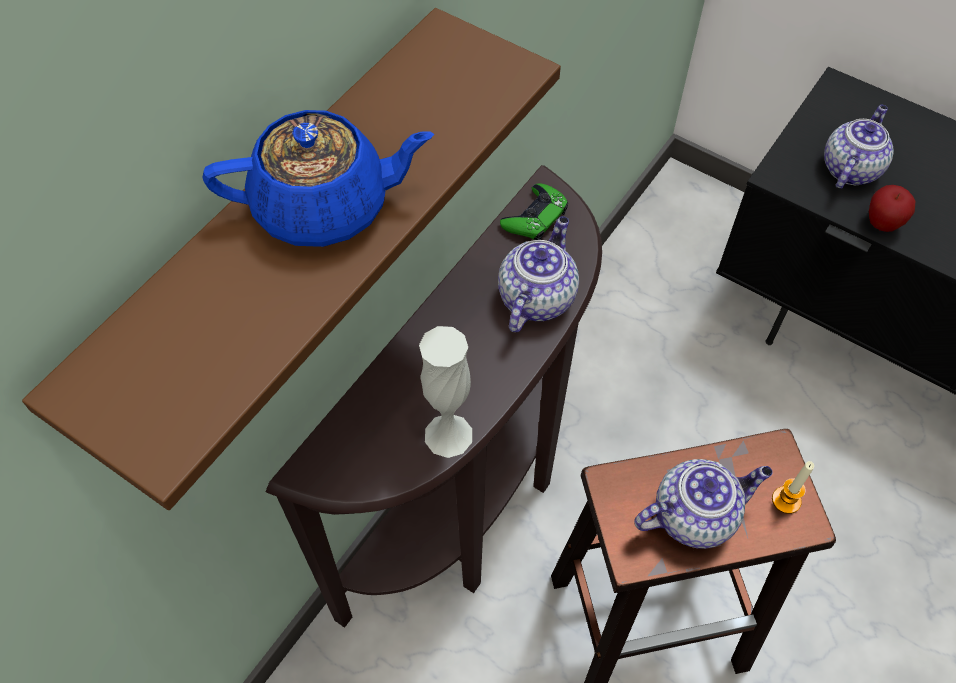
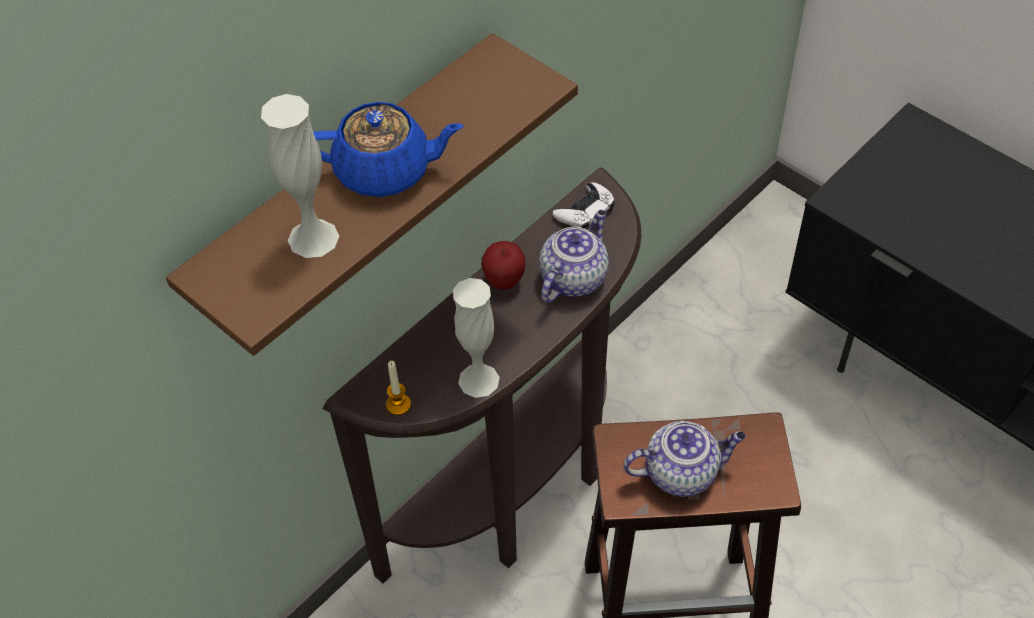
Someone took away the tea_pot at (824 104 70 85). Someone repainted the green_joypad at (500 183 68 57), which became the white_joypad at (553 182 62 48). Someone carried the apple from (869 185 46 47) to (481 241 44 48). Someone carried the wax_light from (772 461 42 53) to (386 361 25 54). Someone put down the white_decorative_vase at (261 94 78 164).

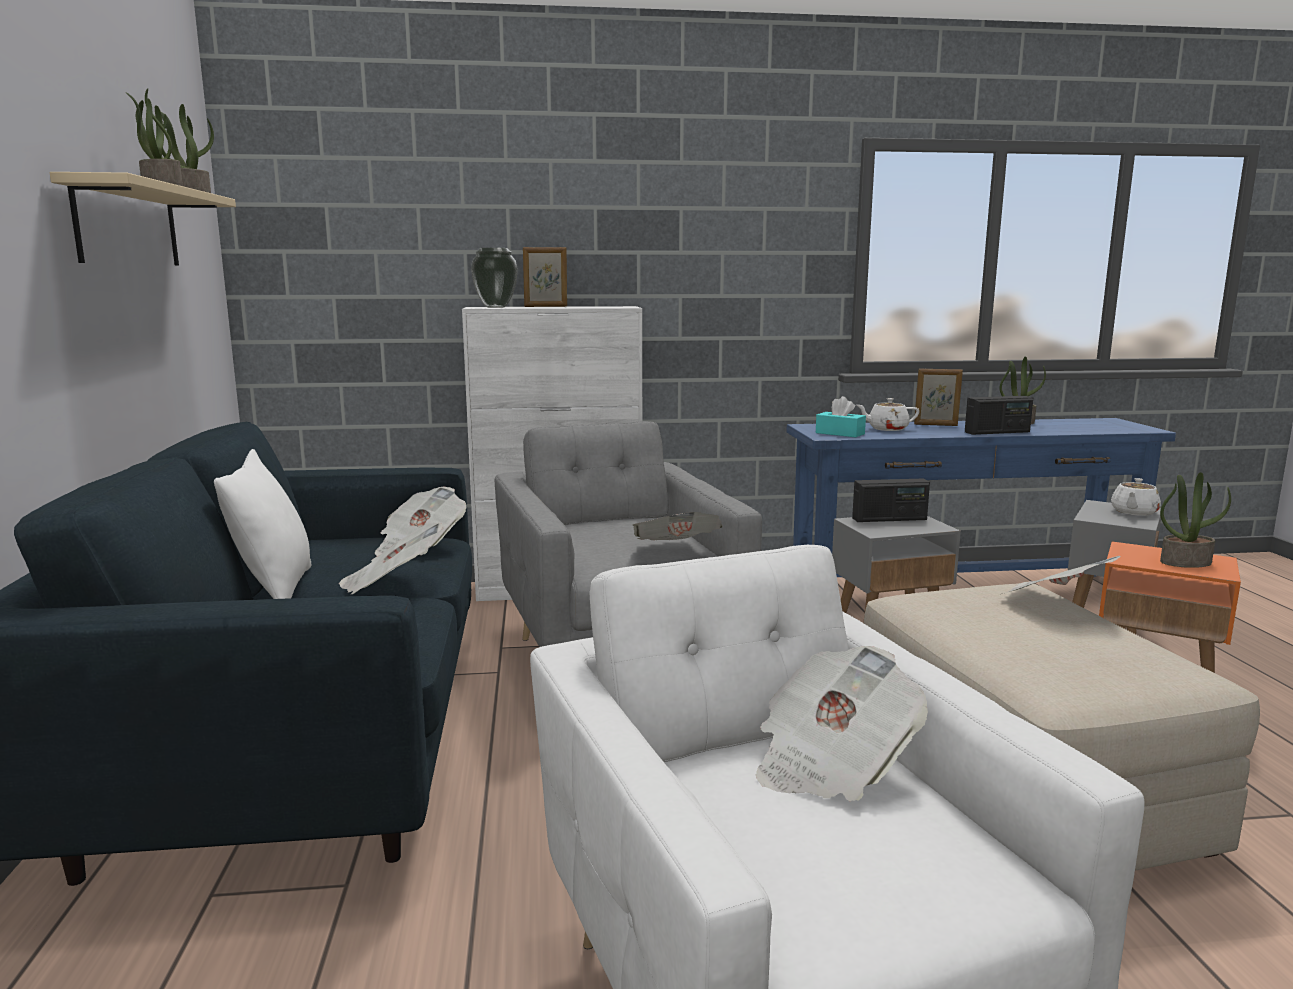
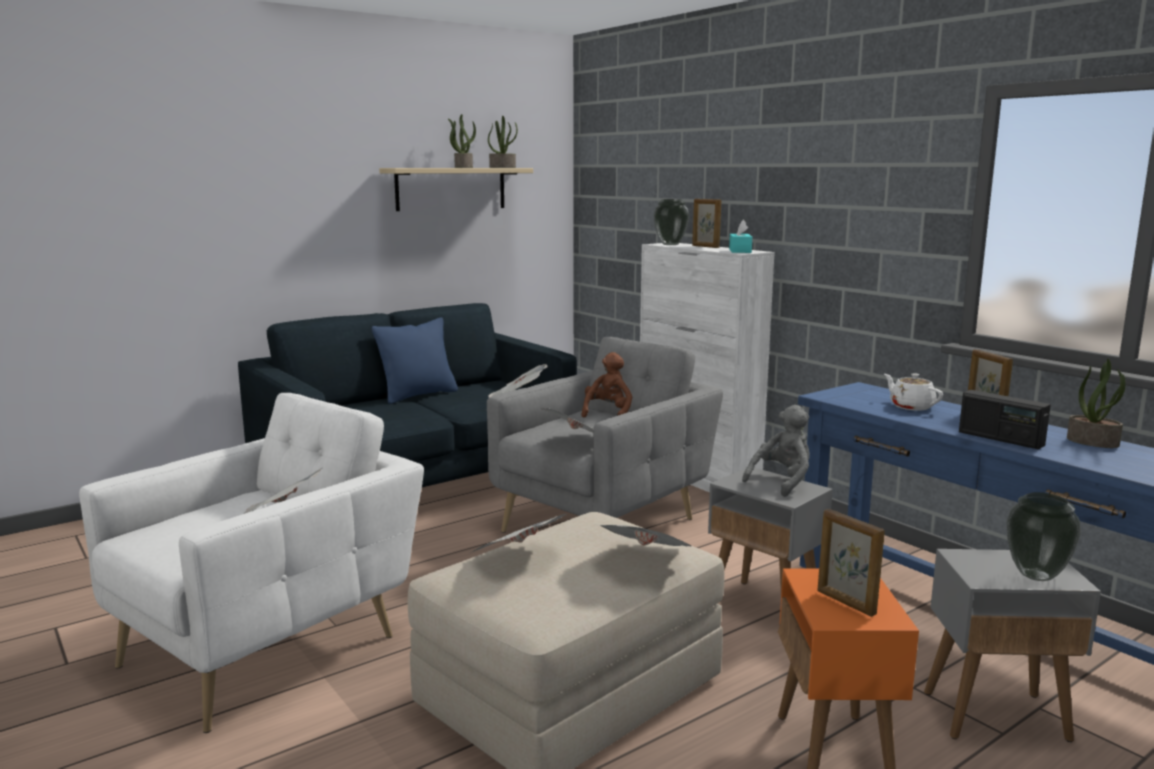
Someone carried the blue-green_box_of_tissues from (816 396 50 41) to (729 220 23 33). Someone repainted the white_cushion at (214 449 97 150), which became the blue_cushion at (372 317 86 87). Someone swapped the potted_plant at (1160 472 71 96) for the standing_frame at (817 509 68 108). Someone swapped the white_tea_pot at (1111 478 50 38) for the decorative_vase at (1006 492 75 89). Someone swapped the radio at (852 479 78 43) for the greyish_soft_toy at (742 405 68 92). Someone carried the newspaper from (339 523 104 72) to (470 514 97 39). Someone put down the brownish_soft_toy at (581 352 51 66).

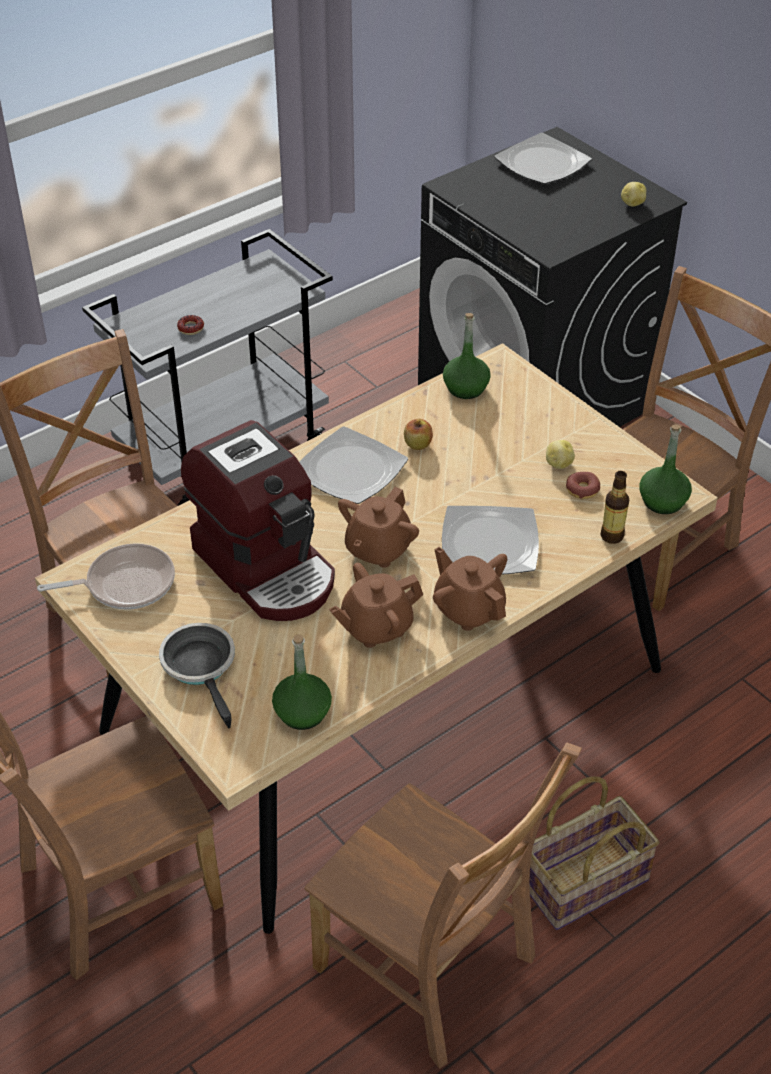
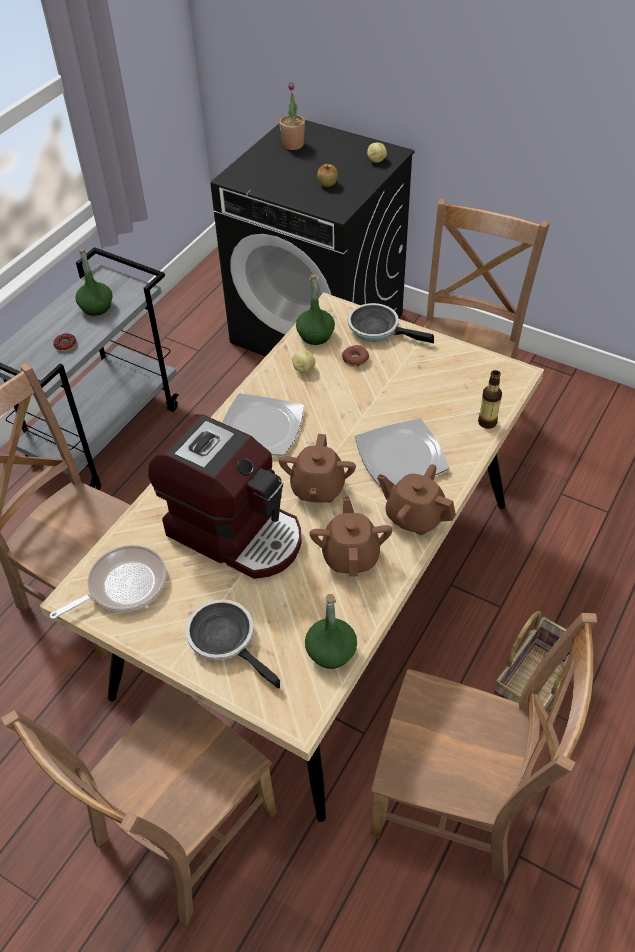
Someone swapped the flat_dish at (494 133 98 51) for the potted_plant at (279 82 26 68). Someone carried the apple from (404 419 29 31) to (317 164 21 23). Someone carried the green_drink_bottle from (639 424 53 90) to (75 248 38 68). Someone carried the whole_potato from (546 440 29 29) to (292 350 23 23). Someone carried the ring_doughnut from (566 472 34 27) to (342 345 27 22). Someone rotated the brownish_tea_pot at (329 563 94 85) by 135 degrees clockwise. Someone put down the skillet at (348 303 86 40).

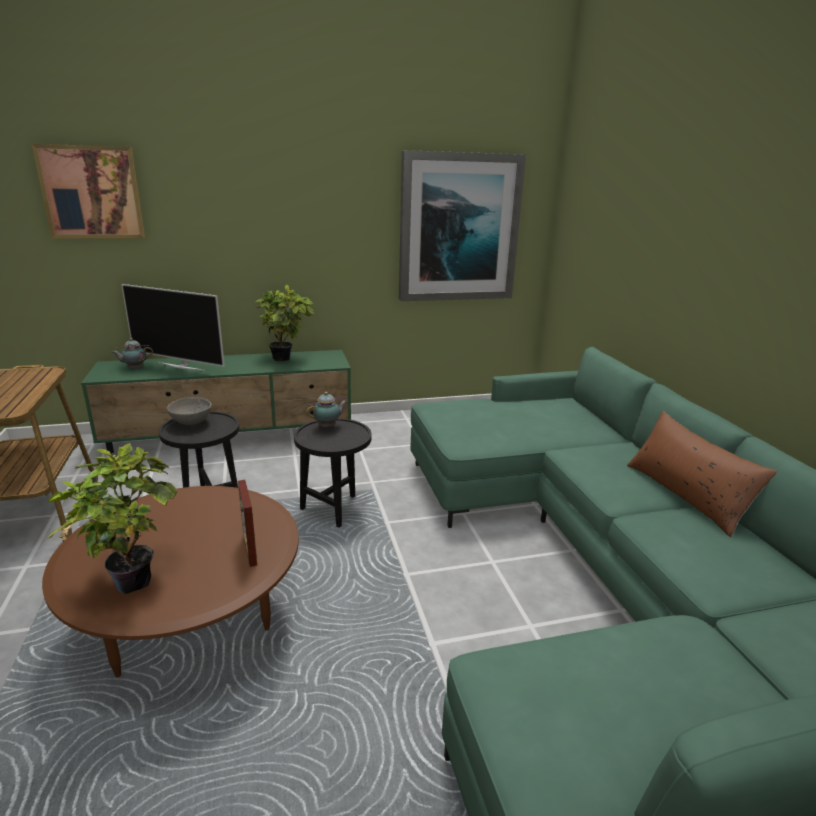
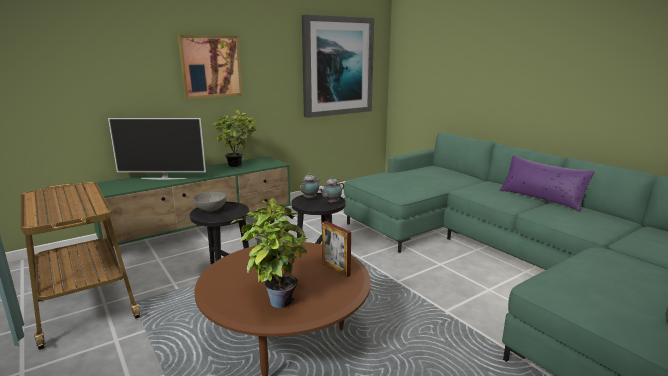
Someone carried the picture from (32 144 113 94) to (178 35 64 64). Someone carried the tea_pot from (111 338 42 31) to (319 176 25 27). Someone repainted the brownish_cushion at (627 411 150 126), which became the purple_cushion at (499 155 96 57).

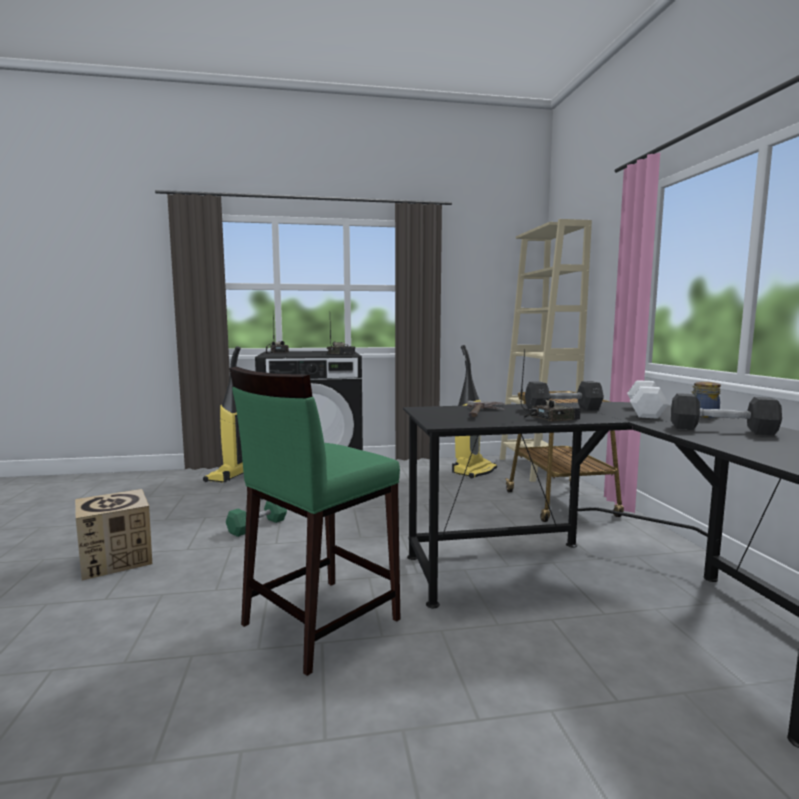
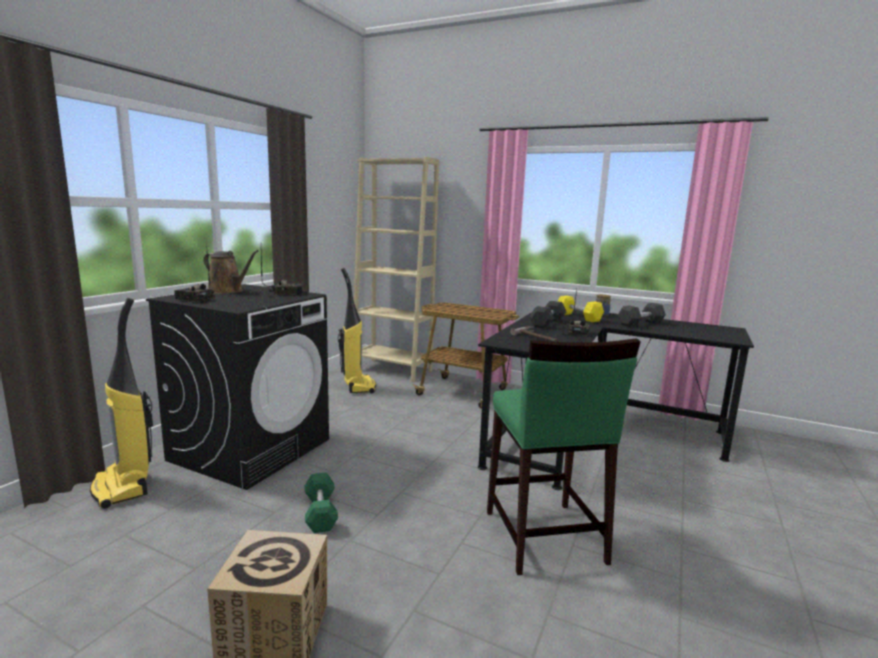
Someone repainted the white_hand_weight at (627 380 42 39), which became the yellow-coloured_hand_weight at (558 296 46 26). Someone put down the brownish_watering_pot at (203 250 56 44).

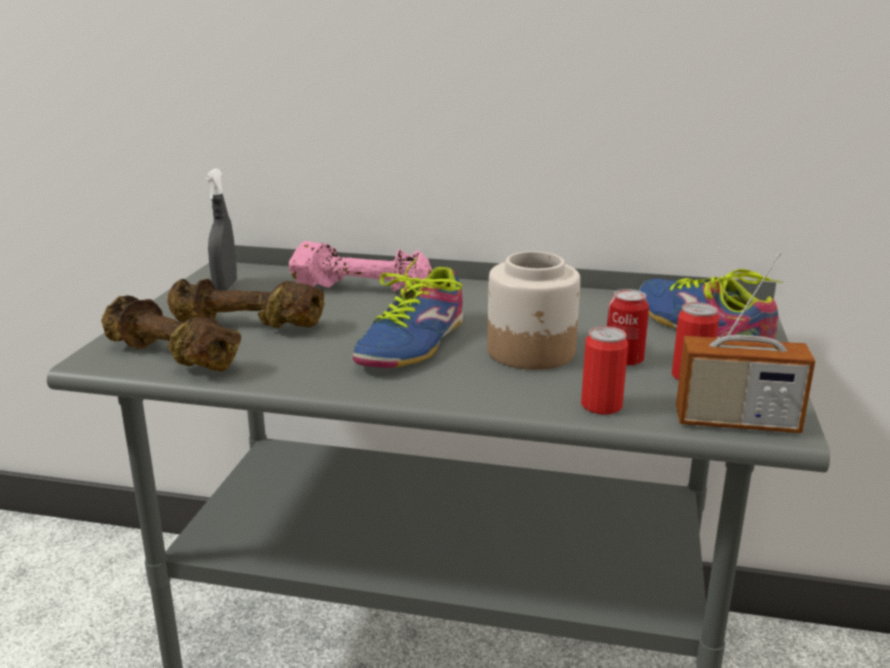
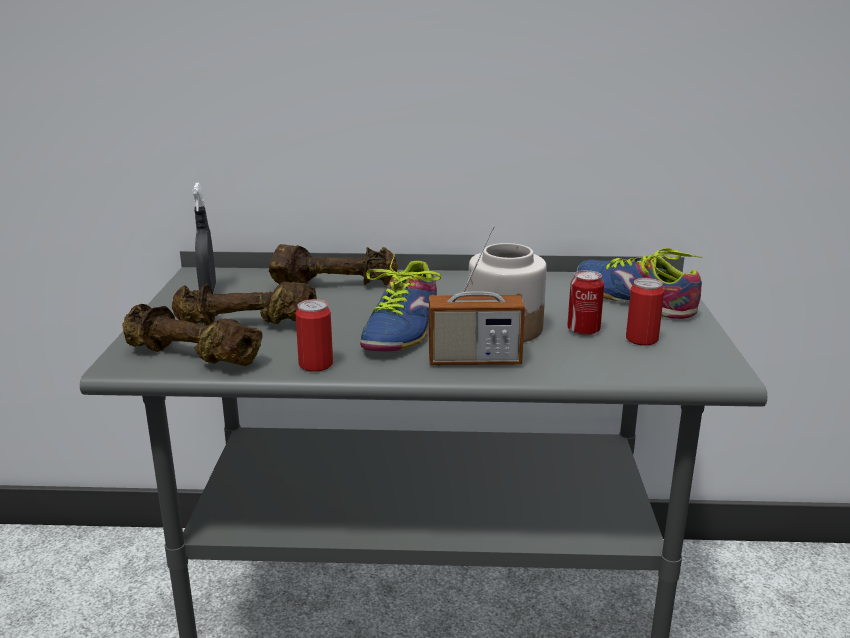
Someone repainted the pink_hand_weight at (289 241 143 50), which became the brownish_hand_weight at (269 244 129 41). Someone carried the radio from (676 252 139 181) to (429 225 96 140). Someone carried the can from (581 326 47 89) to (295 299 38 73).

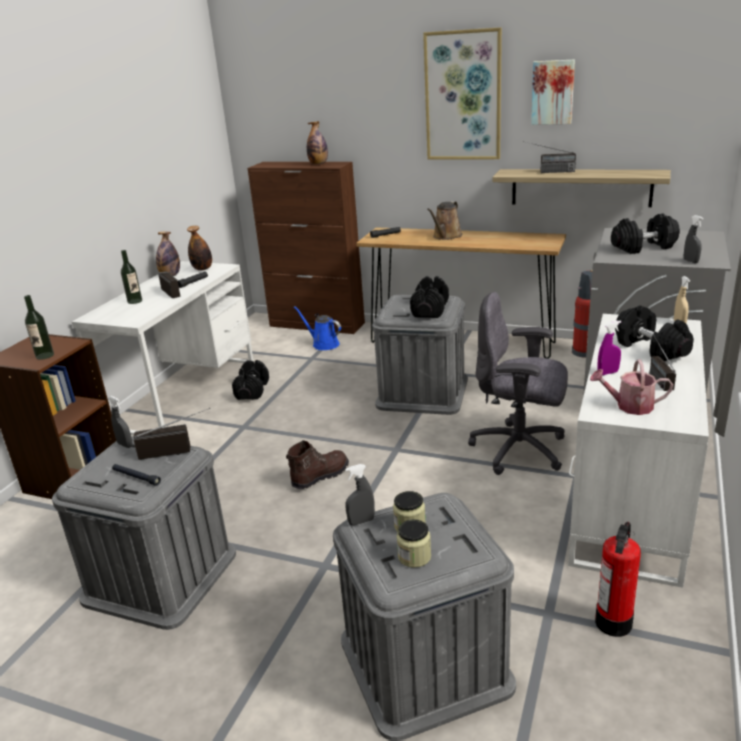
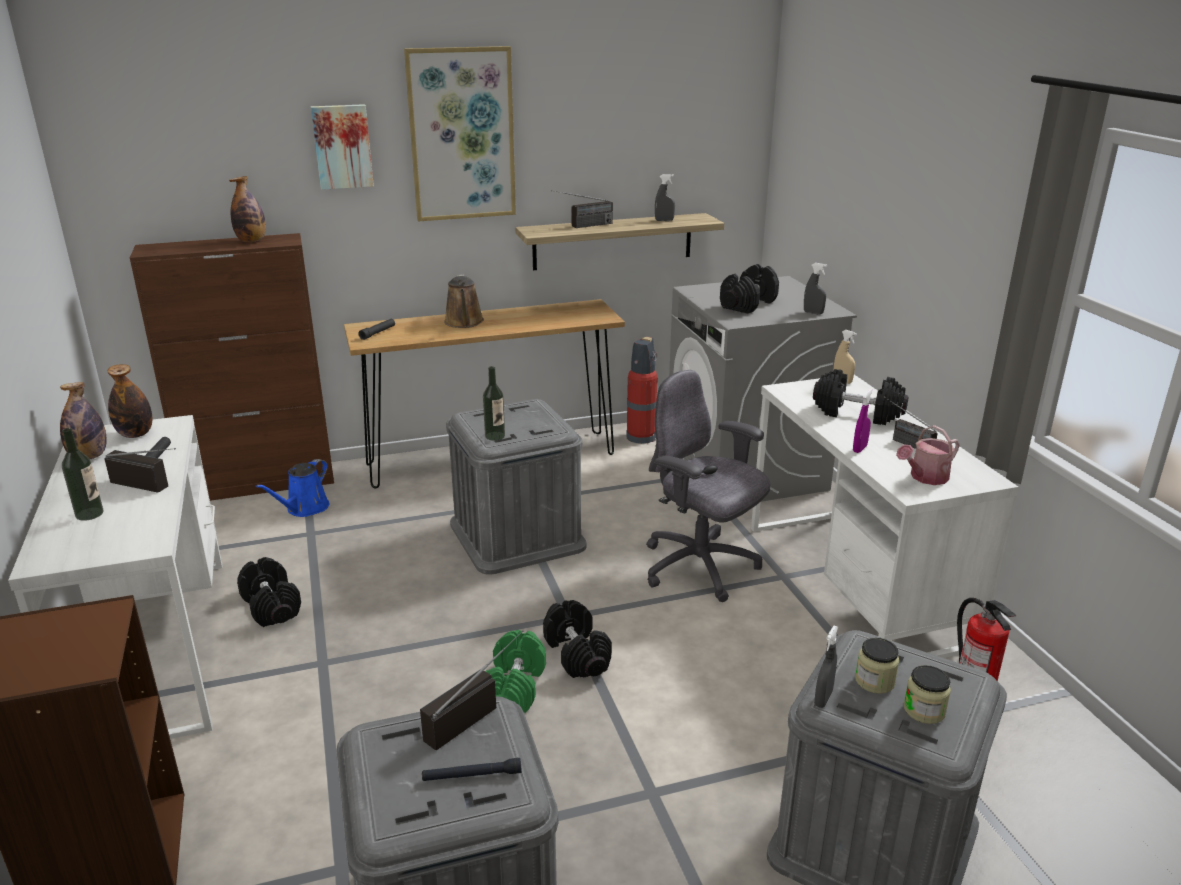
Someone carried the picture from (531 59 44 66) to (311 104 63 86). Someone carried the black_hand_weight from (410 276 39 42) to (543 600 69 78). Someone rotated the greyish_computer_chair at (468 292 100 183) by 60 degrees clockwise. Someone carried the drink_bottle from (24 295 30 65) to (483 366 22 75). Someone rotated the blue_watering_pot at (294 306 47 44) by 60 degrees counterclockwise. Someone carried the greyish_sprayer from (108 396 25 52) to (655 174 20 47). Someone swapped the brownish_high-top_boot at (286 440 63 49) for the green_hand_weight at (485 630 61 83).

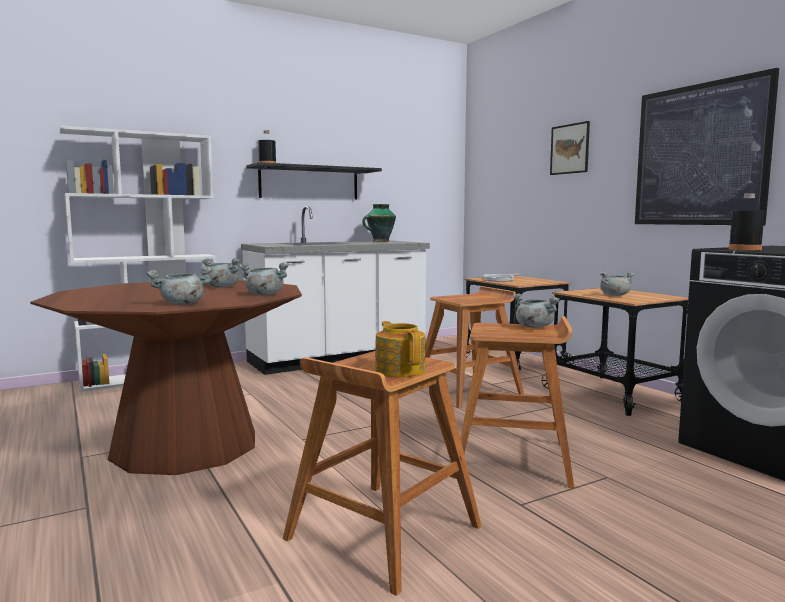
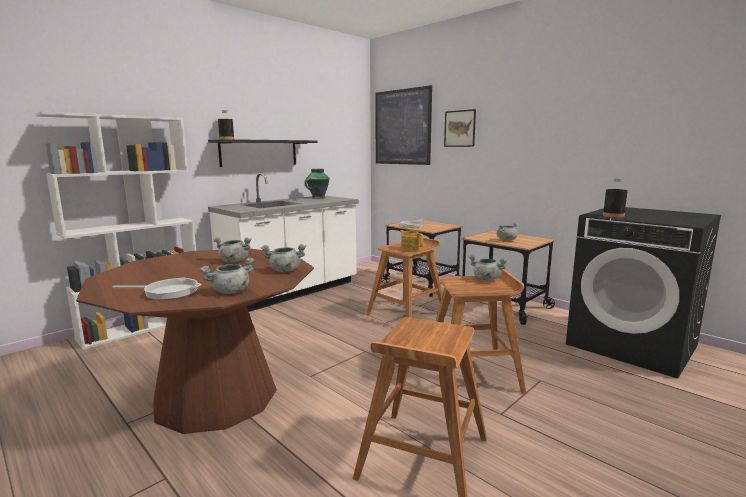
Someone carried the picture from (635 68 144 158) to (375 85 57 80). Someone carried the tea_pot from (375 321 50 56) to (400 230 23 22). Someone put down the skillet at (112 278 89 22).

